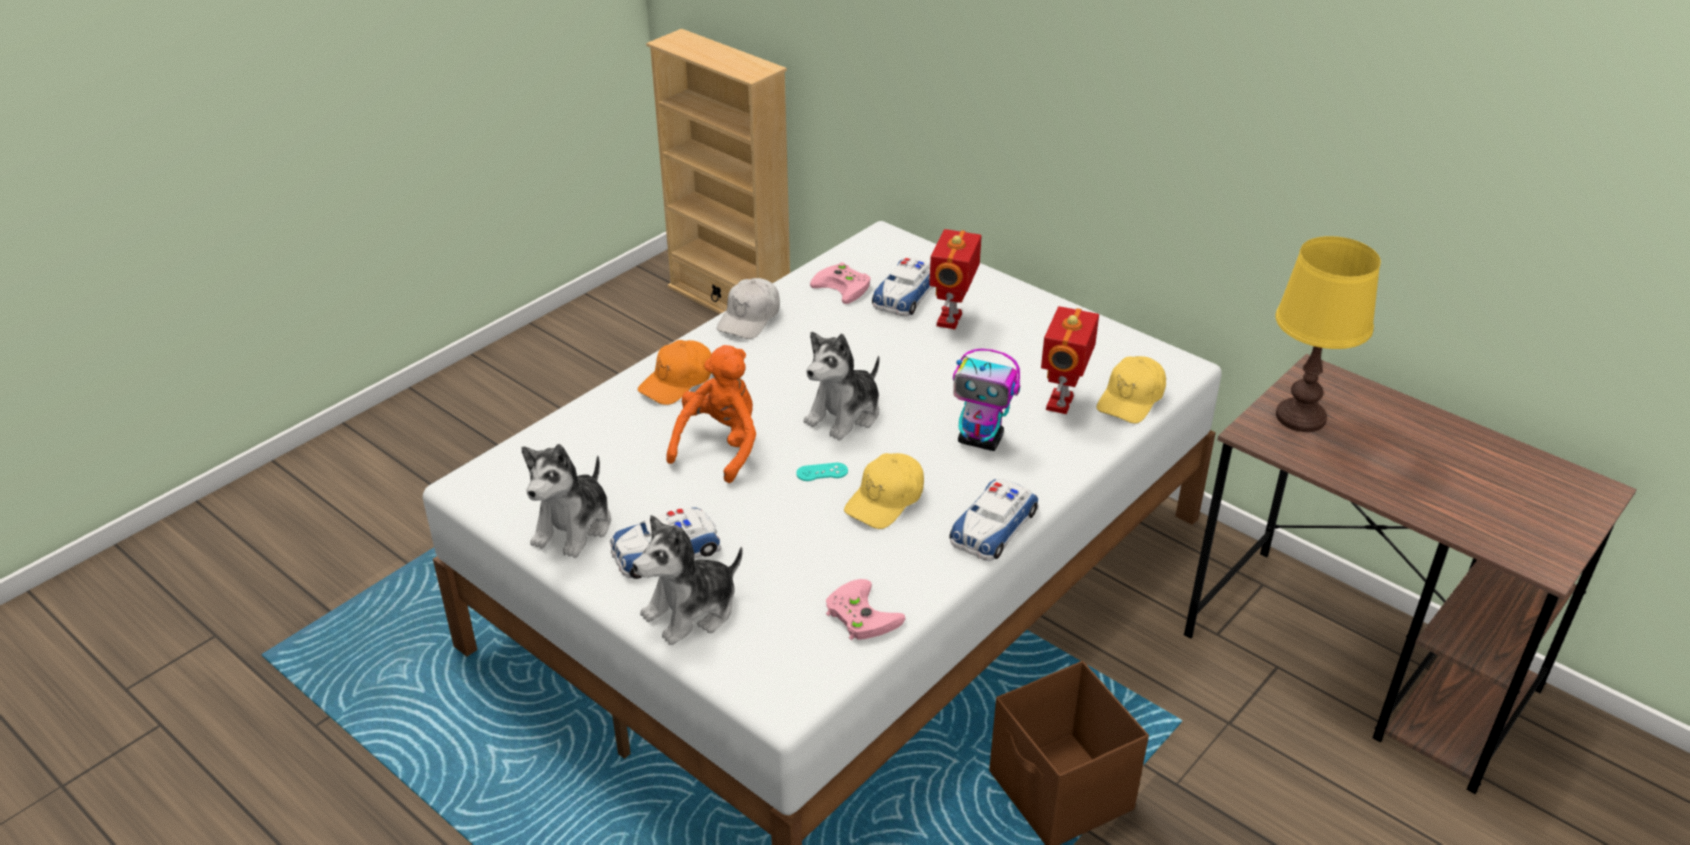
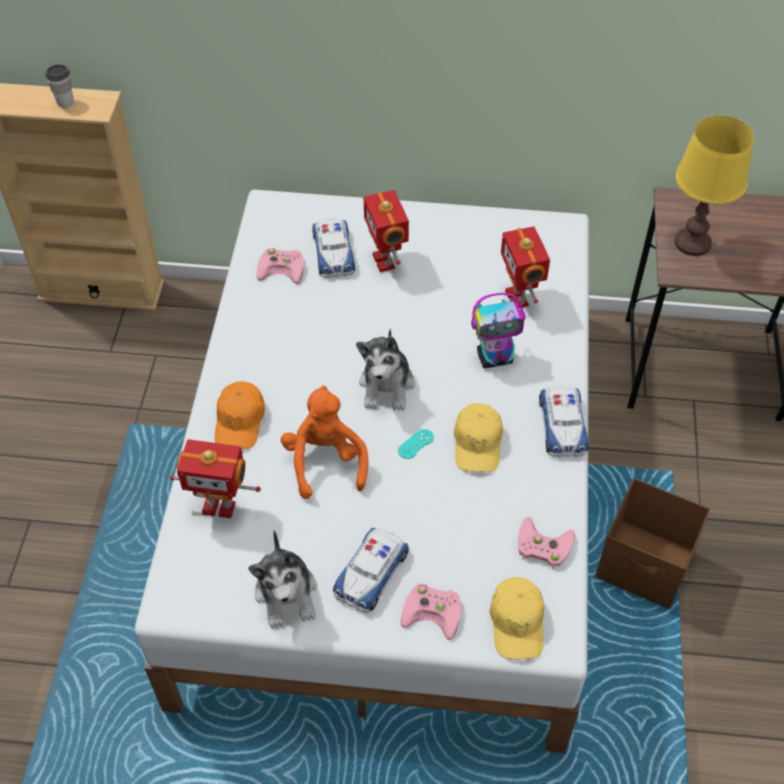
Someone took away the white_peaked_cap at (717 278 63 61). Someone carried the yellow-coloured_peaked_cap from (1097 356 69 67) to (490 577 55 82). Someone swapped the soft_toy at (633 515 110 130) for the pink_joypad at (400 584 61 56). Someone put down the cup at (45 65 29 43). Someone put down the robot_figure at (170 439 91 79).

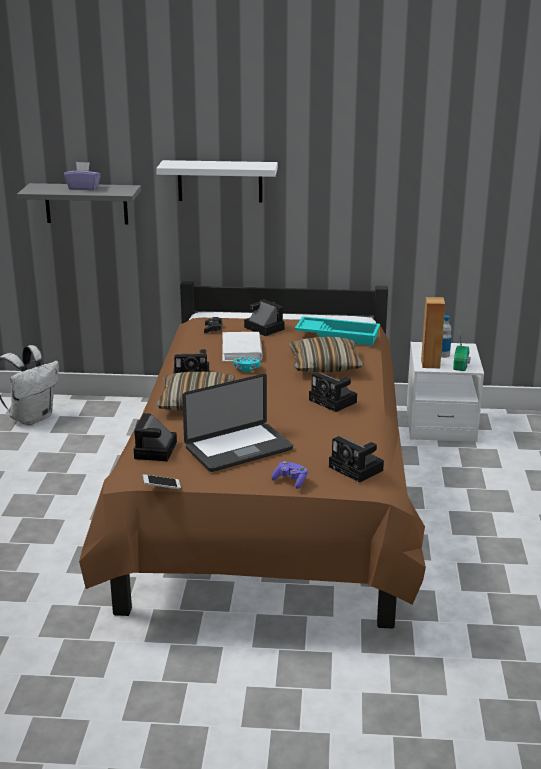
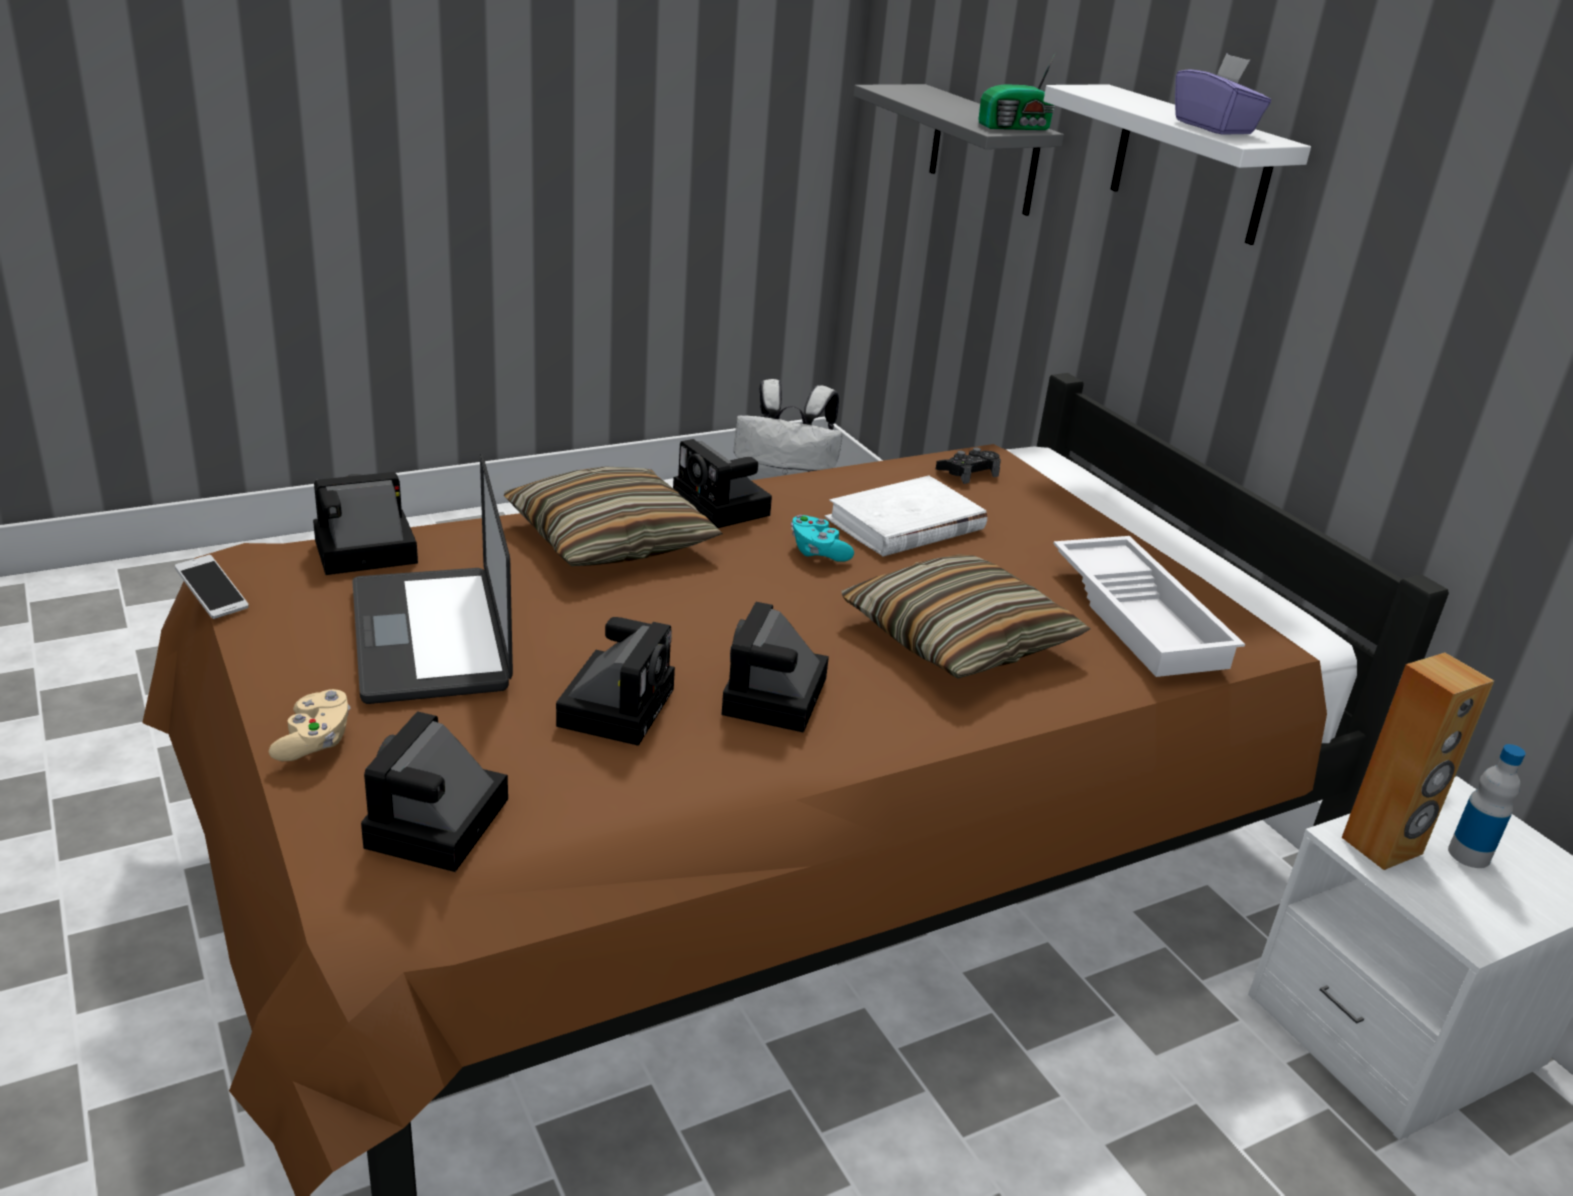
Someone carried the purple_box_of_tissues from (64 162 37 28) to (1175 53 96 82). Someone carried the photo_camera from (244 299 41 37) to (556 617 119 129). Someone repainted the blue-green_serving_tray at (295 316 85 30), which became the white_serving_tray at (1053 536 192 141). Someone carried the radio from (453 332 18 39) to (978 52 78 78). Someone rotated the portable_computer at (182 374 111 98) by 45 degrees clockwise. Someone repainted the purple_joypad at (271 461 37 28), which became the beige_joypad at (269 689 82 72).

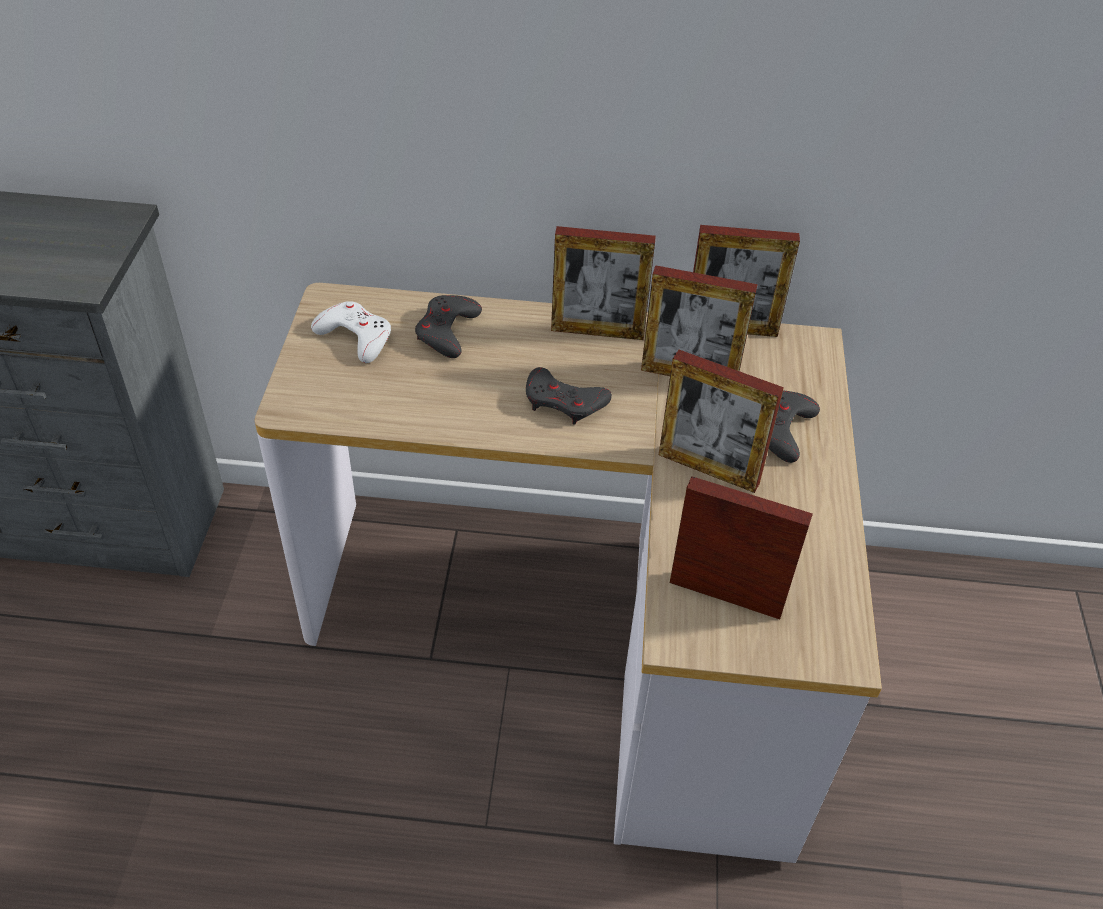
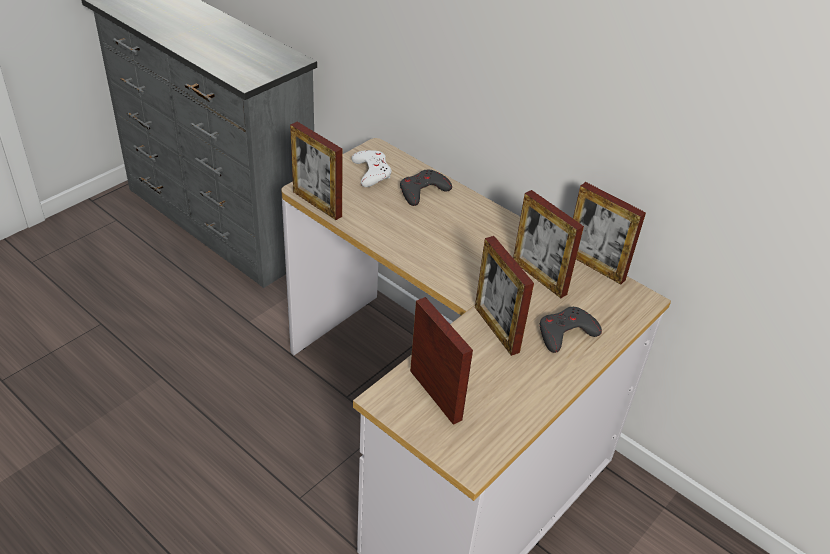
Someone carried the standing_frame from (551 226 105 114) to (290 122 52 98). Someone took away the greyish_joypad at (526 367 86 58).

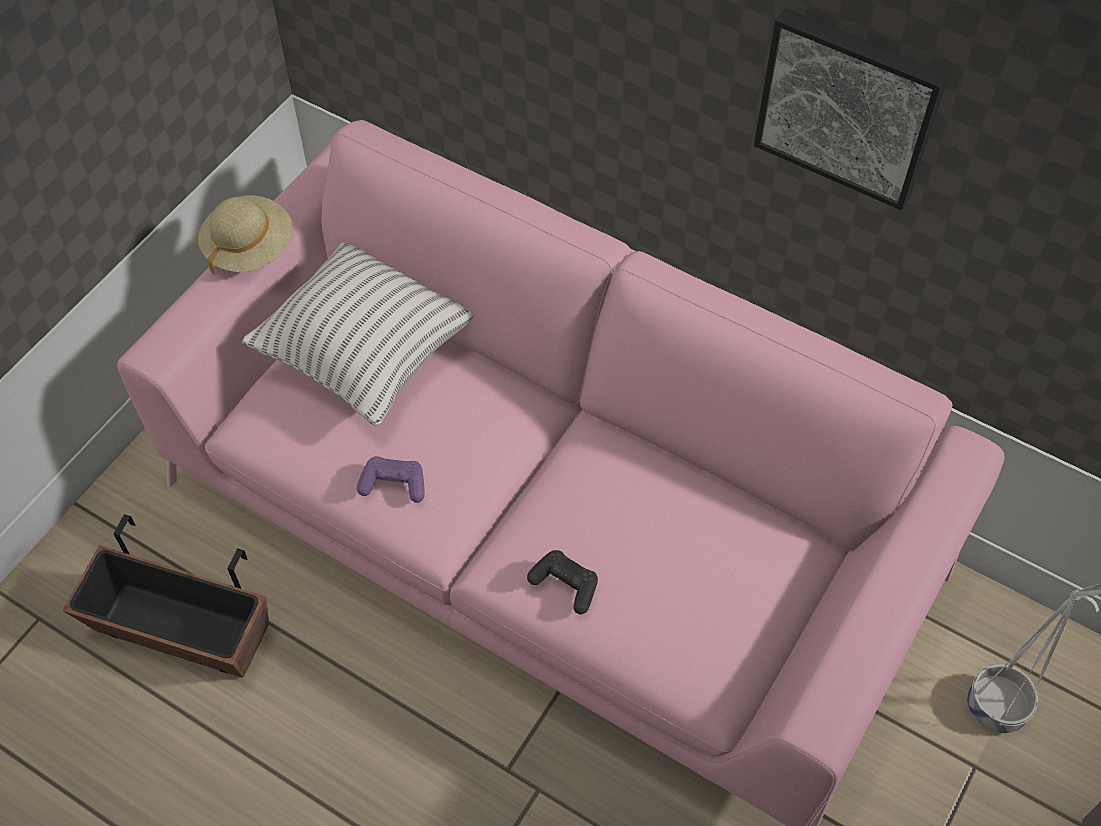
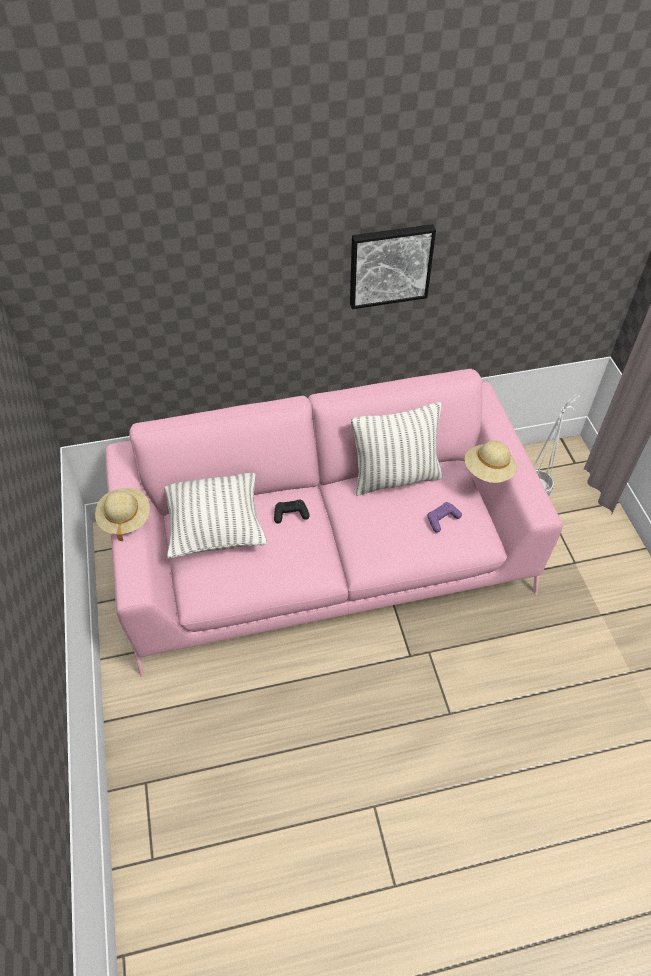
Someone carried the purple_joypad from (357 456 68 47) to (428 502 34 31). Someone took away the plant_pot at (63 514 206 164). Someone carried the black_joypad from (527 550 71 64) to (274 499 36 25). Someone put down the cushion at (351 402 92 94). Someone put down the beige_hat at (464 440 53 43).

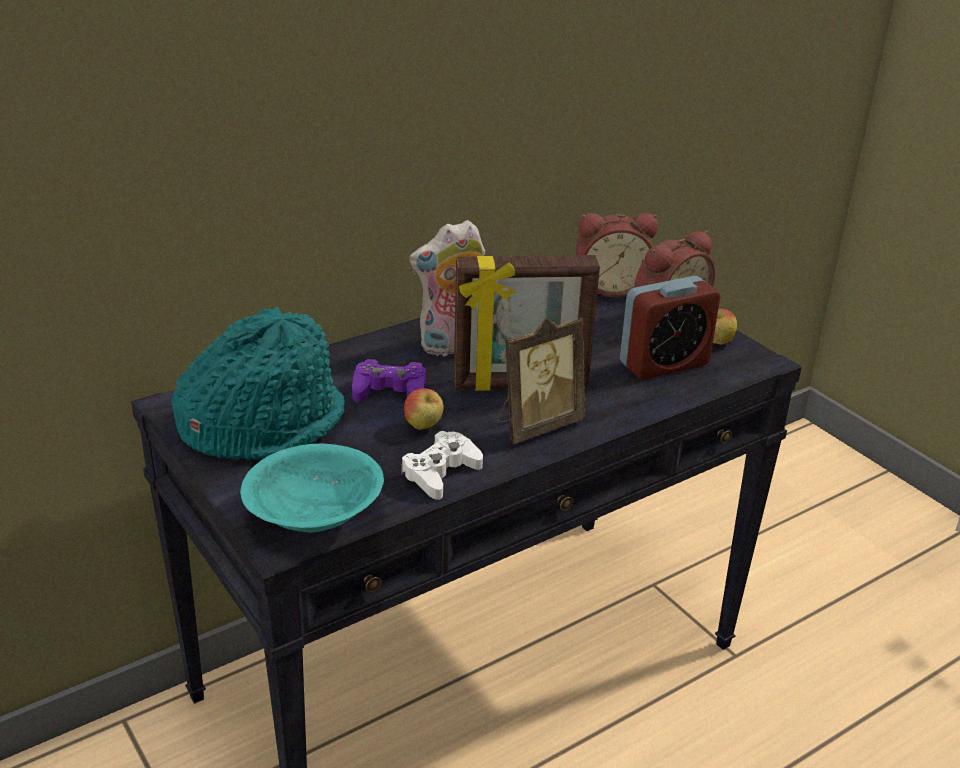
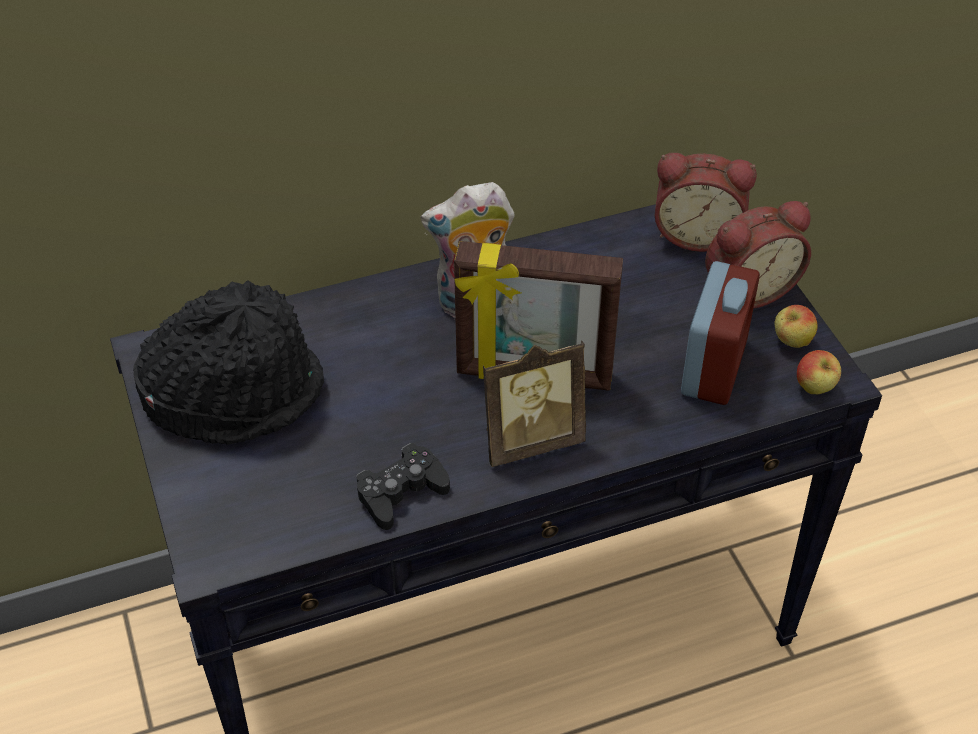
Someone rotated the alarm_clock at (620 276 100 104) by 60 degrees counterclockwise. Someone repainted the blue-green_hat at (171 307 174 154), which became the black_hat at (133 280 191 165). Someone took away the purple_joypad at (352 359 74 43). Someone carried the apple from (404 389 40 41) to (797 350 44 44). Someone repainted the white_joypad at (401 431 82 69), which became the black_joypad at (357 443 93 87). Someone took away the blue-green_bowl at (240 443 144 89).

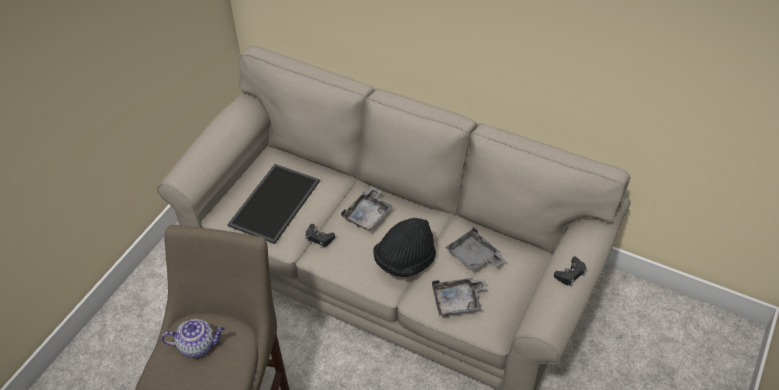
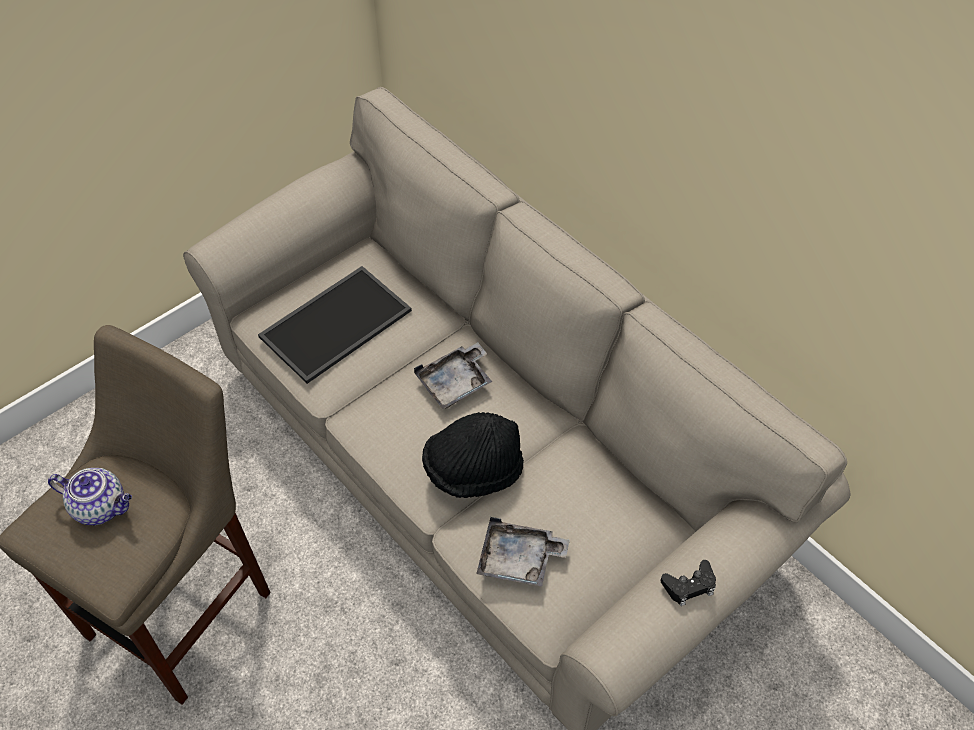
Someone took away the black_joypad at (305 224 30 24). Someone took away the greyish_serving_tray at (445 227 61 45).

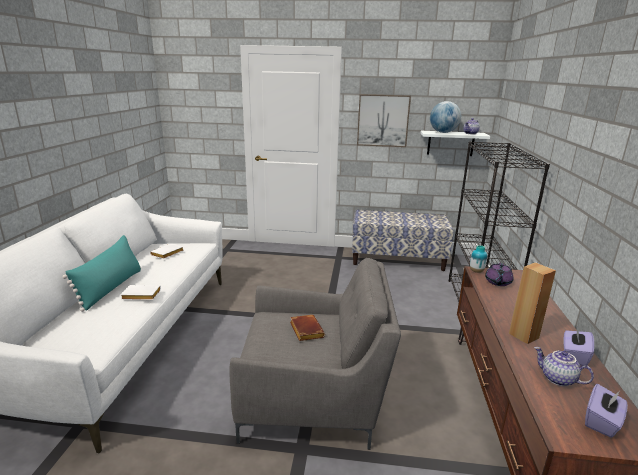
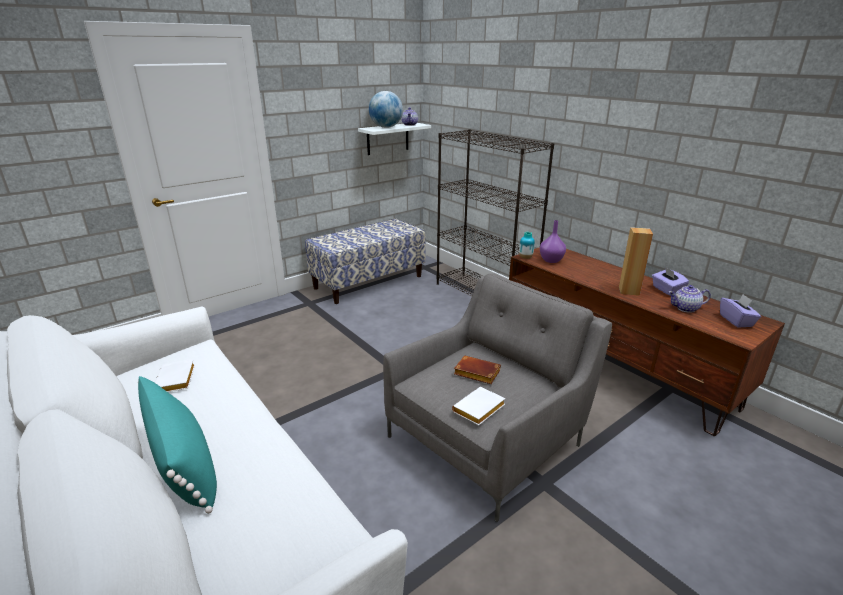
Someone took away the picture at (357 94 54 53). Someone swapped the purple_tea_pot at (485 263 28 23) for the purple_decorative_vase at (540 220 26 43). Someone carried the white_book from (121 285 40 15) to (452 387 54 38).

